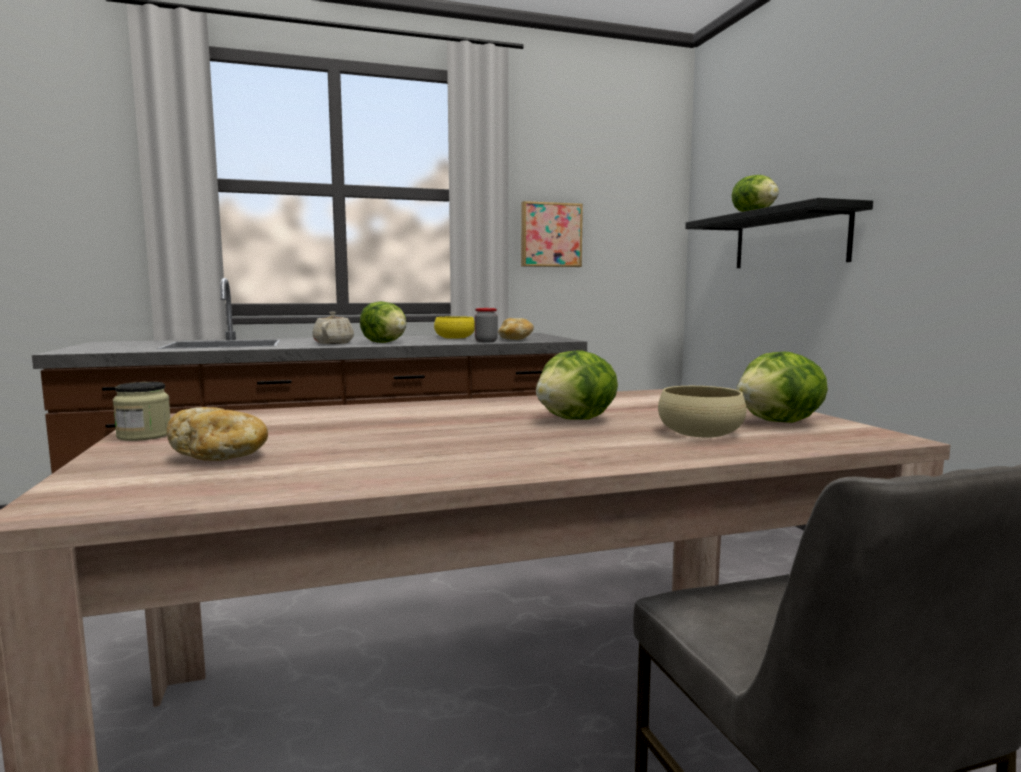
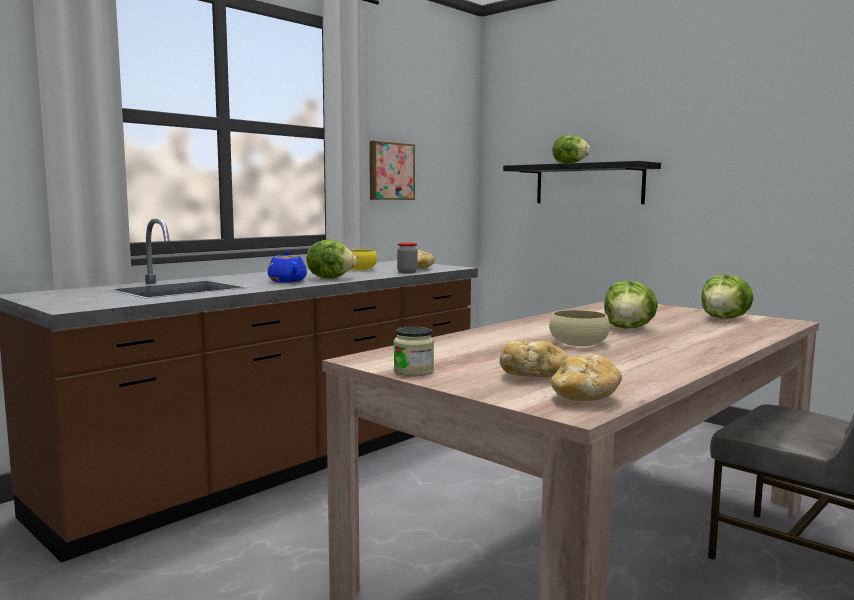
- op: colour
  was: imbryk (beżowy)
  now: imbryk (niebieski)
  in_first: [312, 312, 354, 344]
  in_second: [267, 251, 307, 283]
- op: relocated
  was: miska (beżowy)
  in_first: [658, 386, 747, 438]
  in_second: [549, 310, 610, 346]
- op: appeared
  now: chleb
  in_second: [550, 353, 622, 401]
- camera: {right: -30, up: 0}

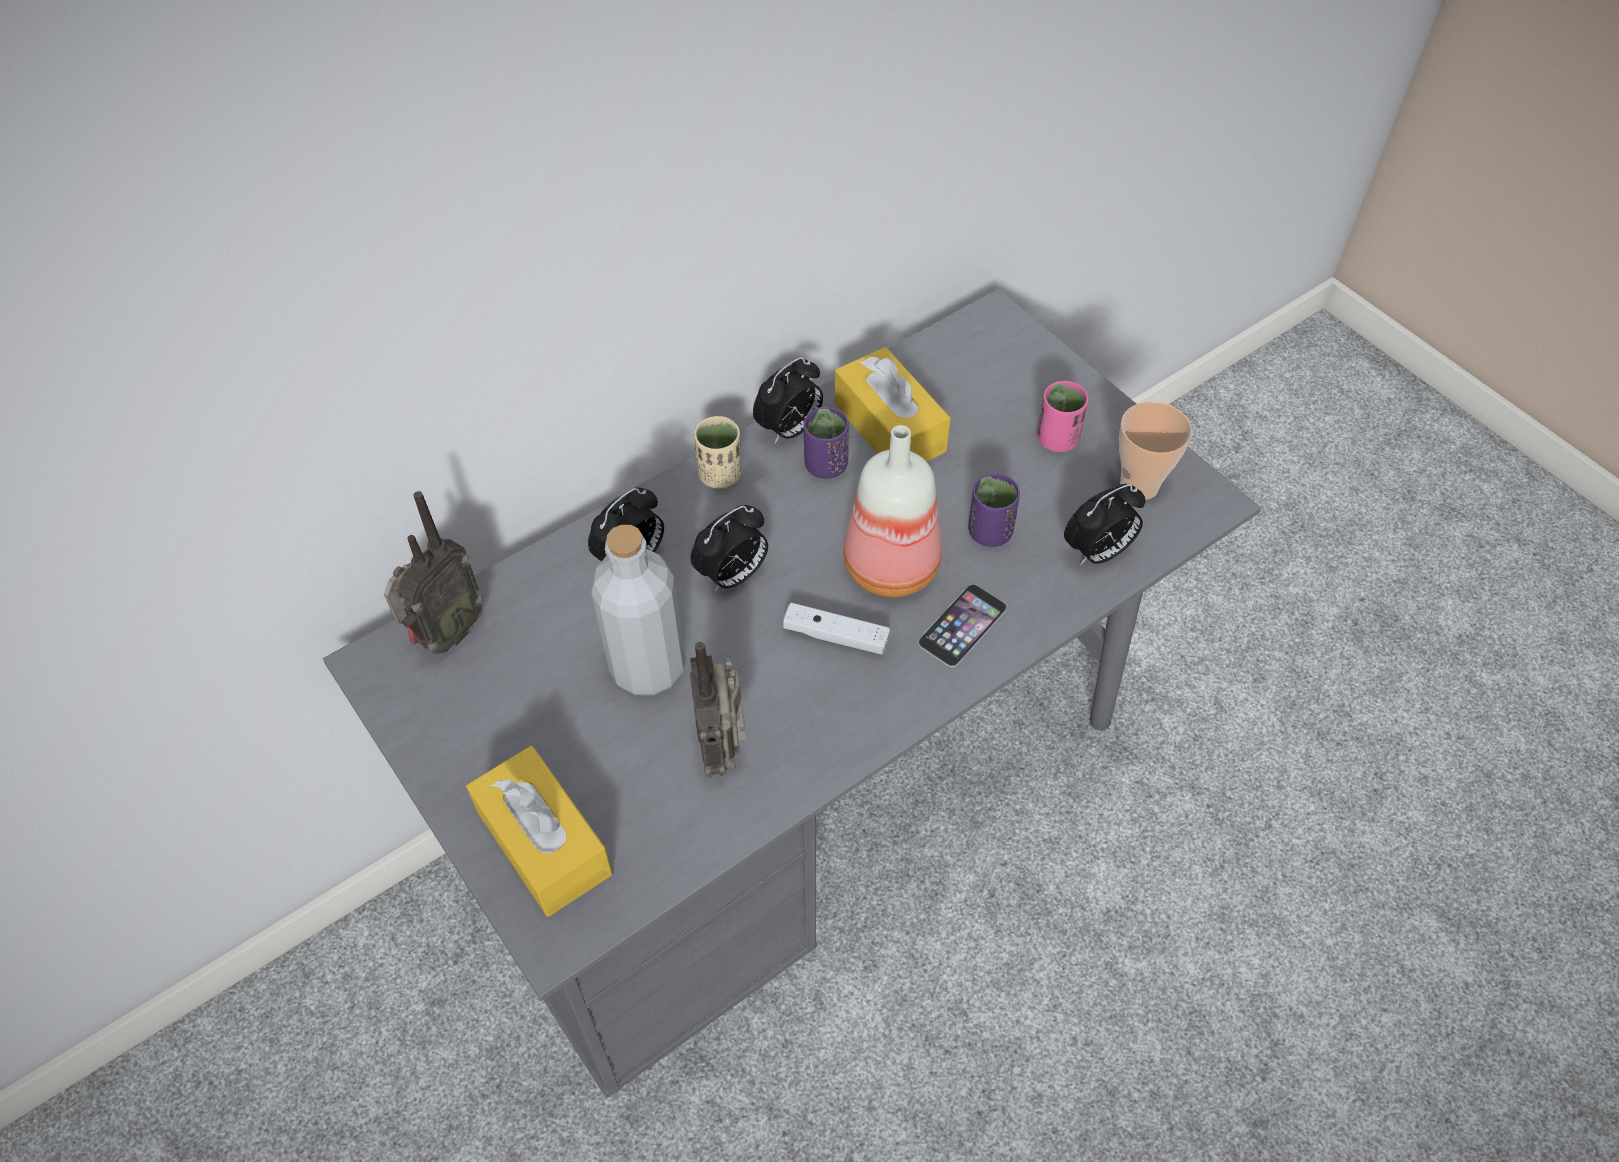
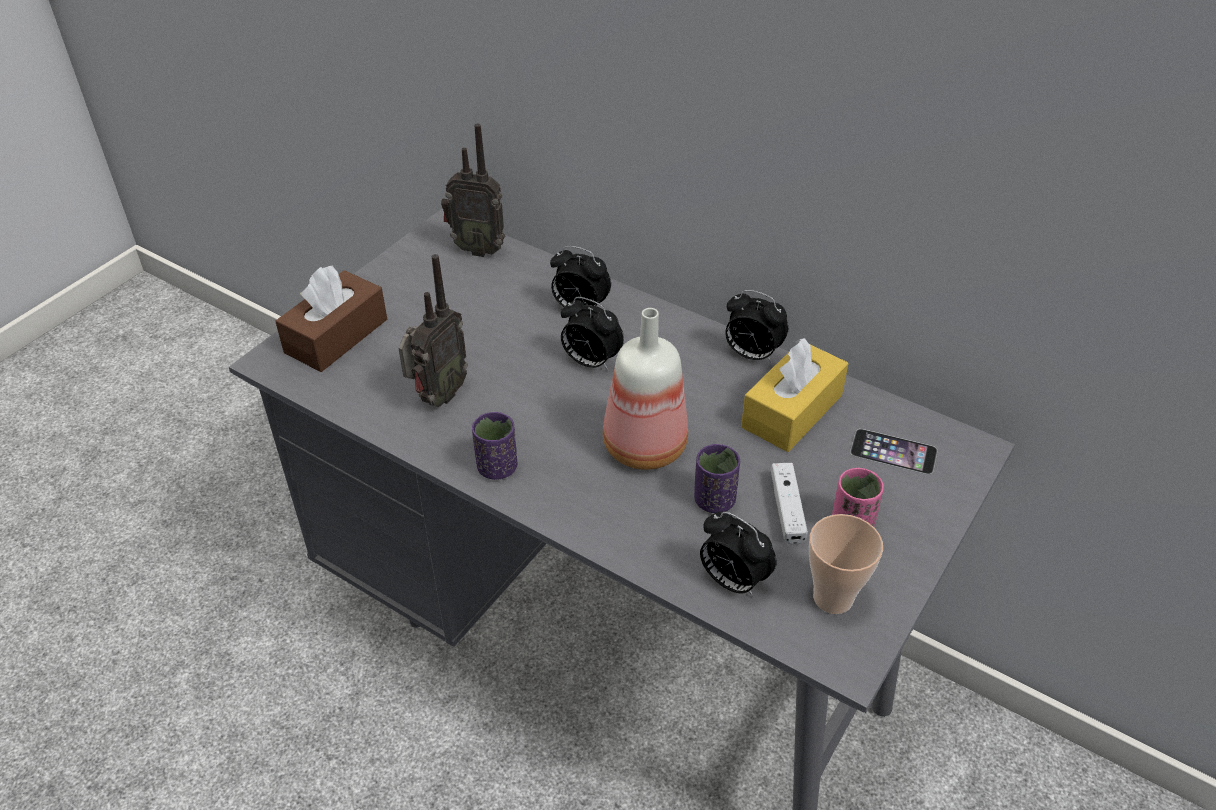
- op: relocated
  was: filiżanka (fioletowy)
  in_first: [803, 407, 849, 479]
  in_second: [472, 412, 517, 480]
- op: missing
  was: filiżanka (beżowy)
  in_first: [694, 416, 741, 489]
- op: missing
  was: butelka (szary)
  in_first: [591, 525, 685, 695]
- op: relocated
  was: telefon
  in_first: [918, 584, 1007, 667]
  in_second: [850, 429, 937, 475]
- op: relocated
  was: pad do gier (biały)
  in_first: [783, 603, 890, 655]
  in_second: [771, 463, 808, 544]
- op: spun
  was: radio
  in_first: [690, 642, 747, 778]
  in_second: [399, 254, 468, 407]
  clockwise: 150
- op: colour
  was: pudełko chusteczek (żółty)
  now: pudełko chusteczek (brązowy)
  in_first: [466, 746, 612, 917]
  in_second: [275, 266, 387, 372]
- camera: {right: 70, up: -10}

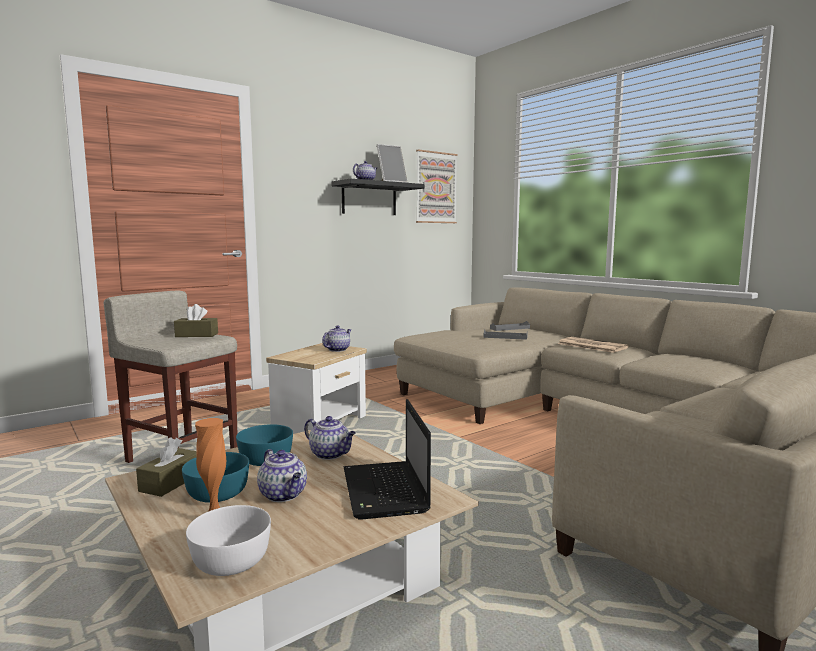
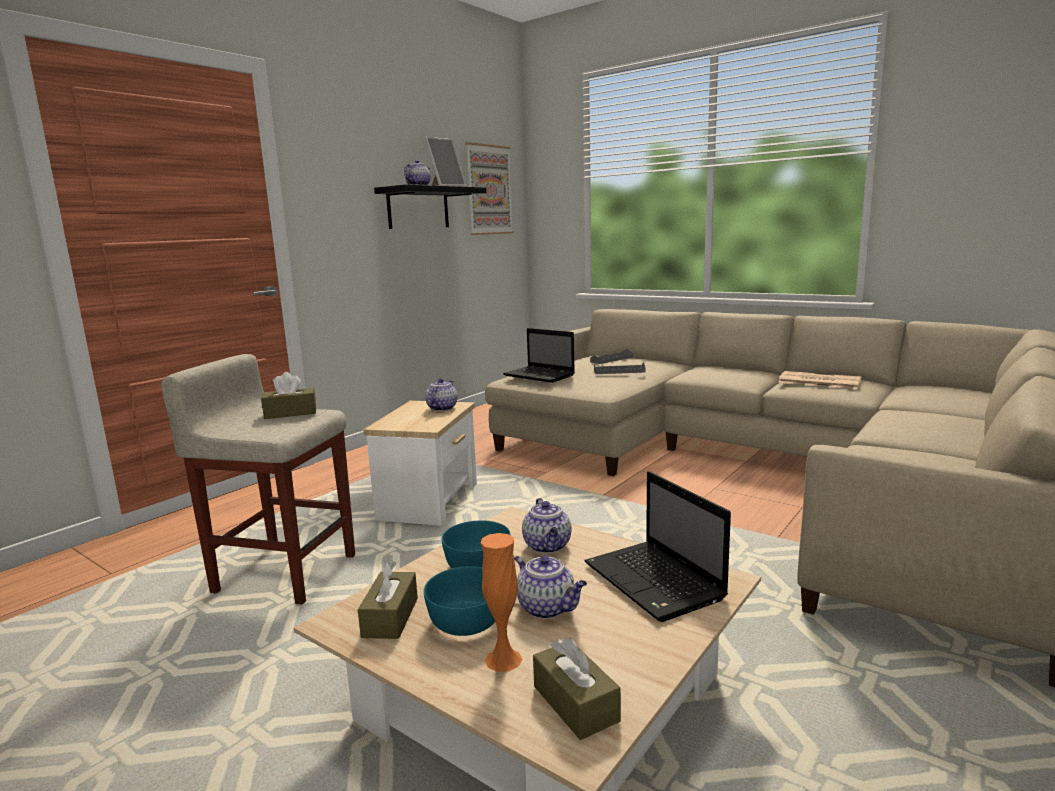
- op: relocated
  was: gazeta
  in_first: [558, 337, 629, 353]
  in_second: [778, 371, 861, 389]
- op: spun
  was: imbryk
  in_first: [304, 416, 356, 460]
  in_second: [522, 498, 572, 553]
  clockwise: 60
- op: exchanged
  was: miska (biały)
  now: pudełko chusteczek (brązowy)
  in_first: [186, 505, 271, 576]
  in_second: [533, 637, 621, 740]
- op: appeared
  now: laptop
  in_second: [503, 328, 575, 383]
- camera: {right: -15, up: 5}

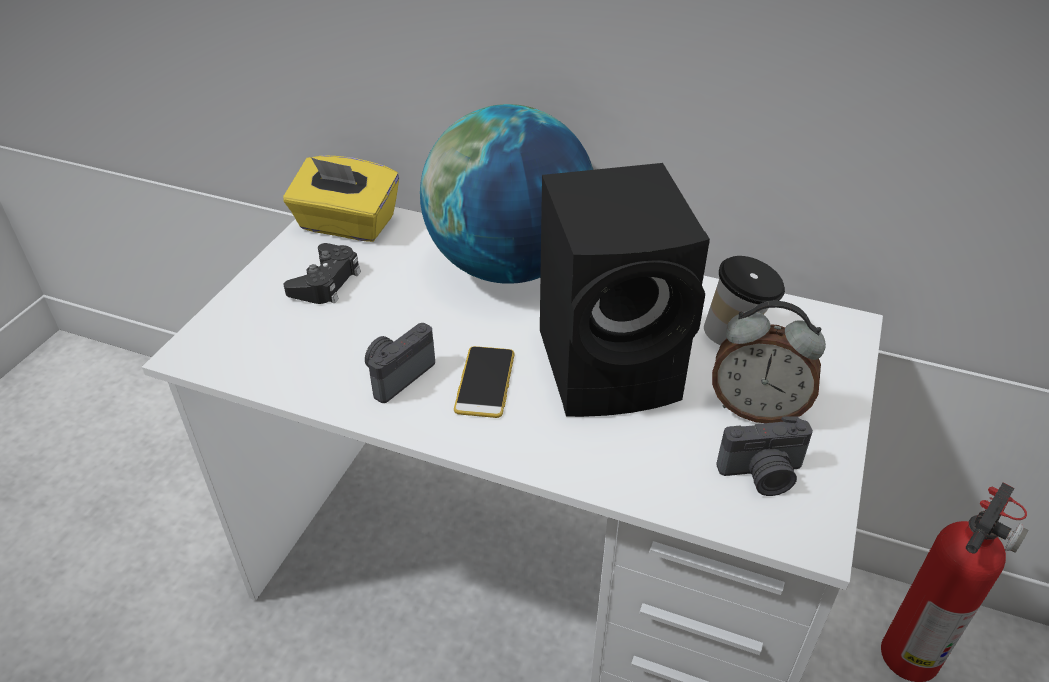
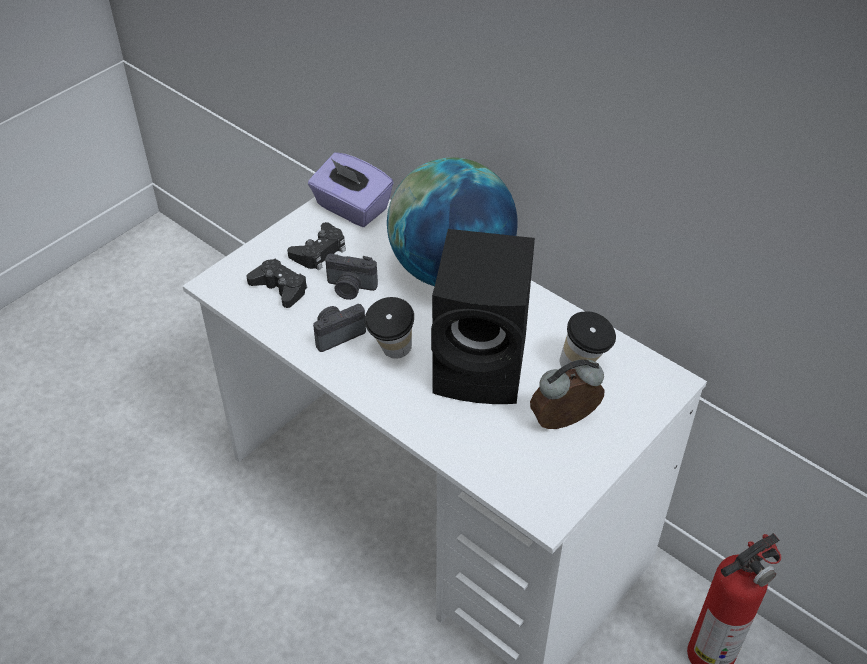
- op: colour
  was: pudełko chusteczek (żółty)
  now: pudełko chusteczek (fioletowy)
  in_first: [283, 155, 399, 242]
  in_second: [308, 152, 394, 227]
- op: spun
  was: budzik
  in_first: [712, 301, 826, 423]
  in_second: [530, 359, 604, 429]
  clockwise: 120
- op: exchanged
  was: telefon
  now: filiżanka
  in_first: [454, 346, 515, 418]
  in_second: [365, 297, 414, 359]
- op: relocated
  was: aparat fotograficzny
  in_first: [716, 416, 813, 496]
  in_second: [325, 254, 378, 300]
- op: appeared
  now: pad do gier (czarny)
  in_second: [246, 259, 308, 308]
- camera: {right: 20, up: 5}

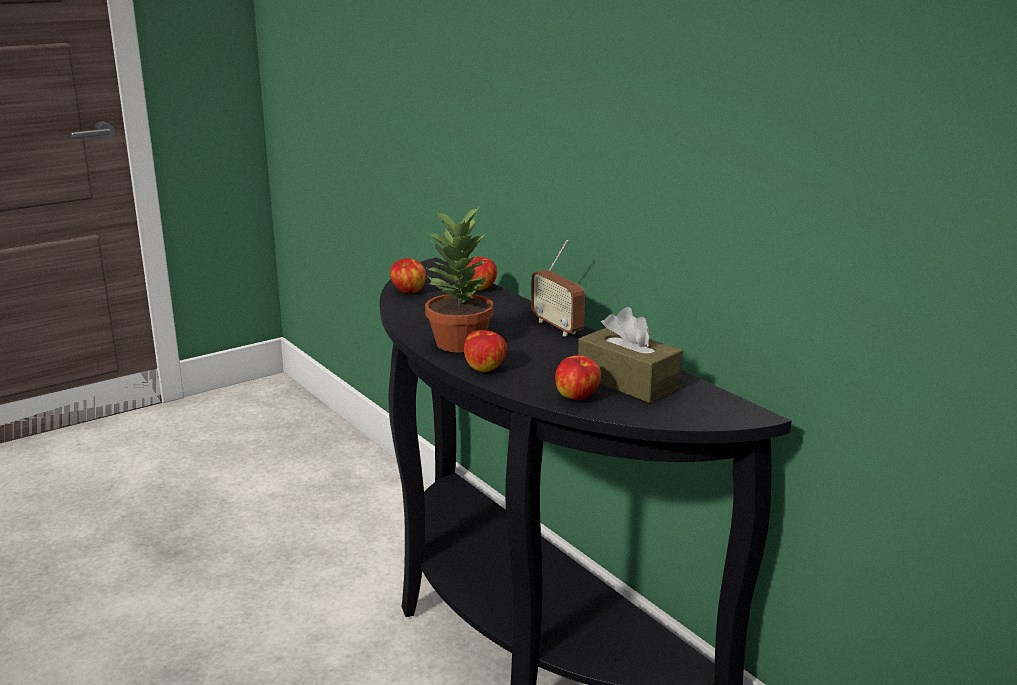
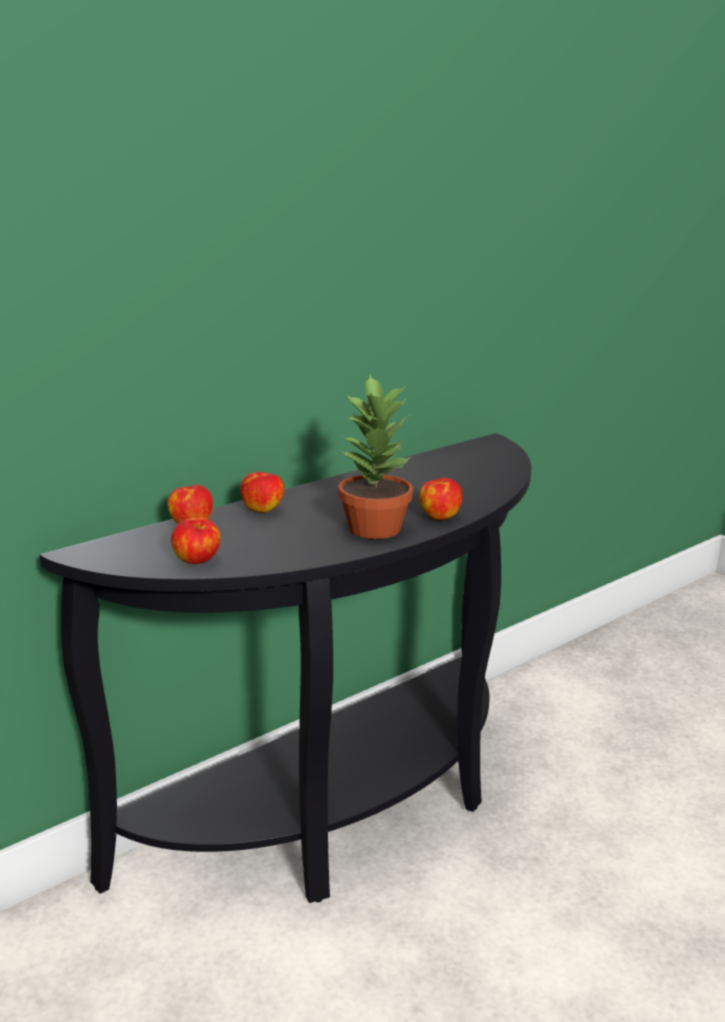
- op: missing
  was: radio
  in_first: [531, 240, 585, 336]
- op: missing
  was: pudełko chusteczek (brązowy)
  in_first: [578, 307, 683, 403]
- op: relocated
  was: jabłko
  in_first: [555, 355, 601, 400]
  in_second: [240, 472, 284, 513]
- camera: {right: -95, up: 0}

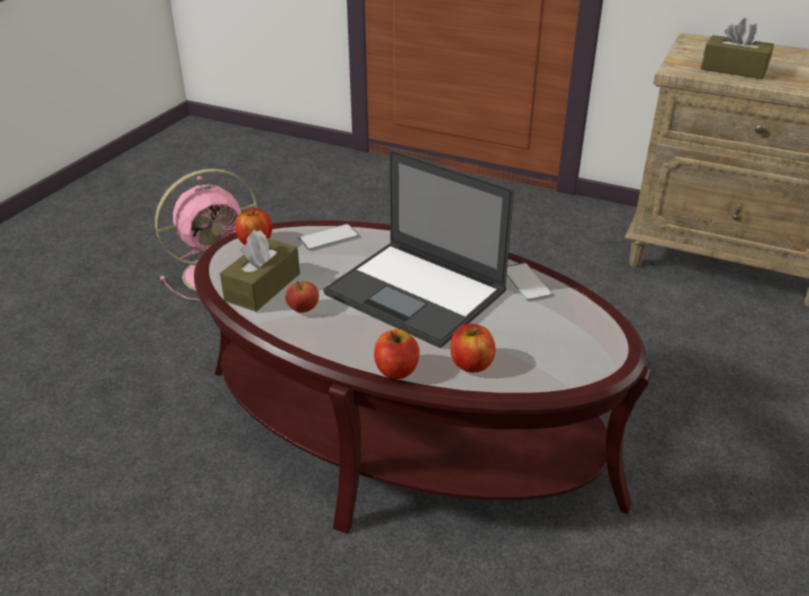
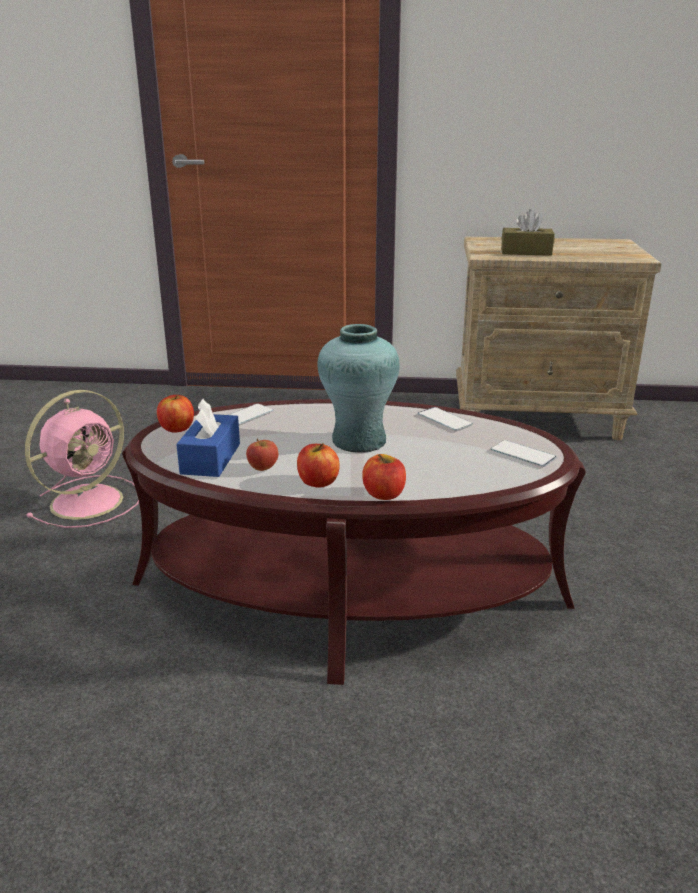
- op: exchanged
  was: laptop
  now: wazon (turkusowy)
  in_first: [323, 149, 514, 348]
  in_second: [317, 324, 400, 453]
- op: colour
  was: pudełko chusteczek (brązowy)
  now: pudełko chusteczek (niebieski)
  in_first: [220, 230, 300, 312]
  in_second: [176, 399, 240, 477]
- op: relocated
  was: jabłko
  in_first: [450, 324, 495, 373]
  in_second: [297, 443, 340, 488]
- op: appeared
  now: telefon
  in_second: [491, 440, 557, 467]
- camera: {right: -20, up: -10}

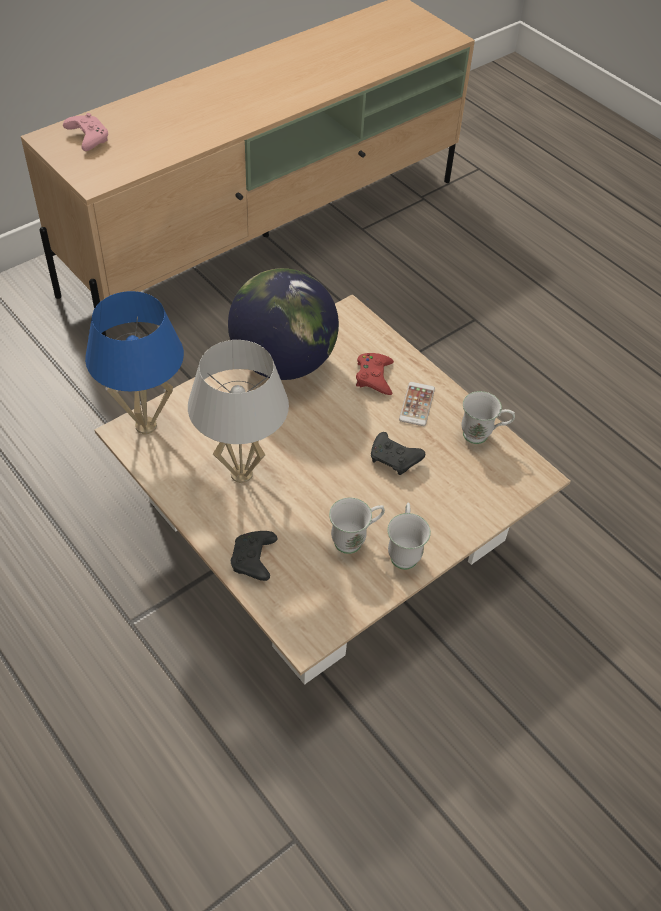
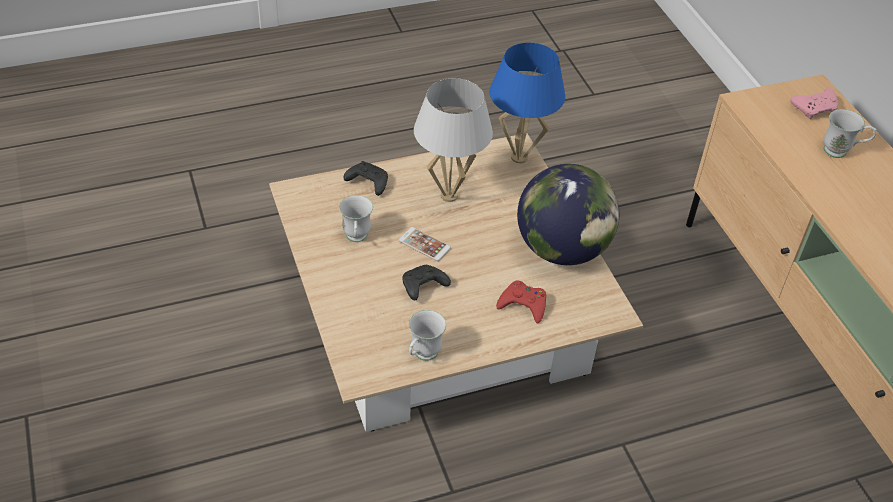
- op: relocated
  was: telefon
  in_first: [399, 382, 435, 426]
  in_second: [399, 227, 451, 261]
- op: relocated
  was: kubek (biały)
  in_first: [387, 503, 431, 570]
  in_second: [824, 109, 877, 158]
- camera: {right: 110, up: -5}

